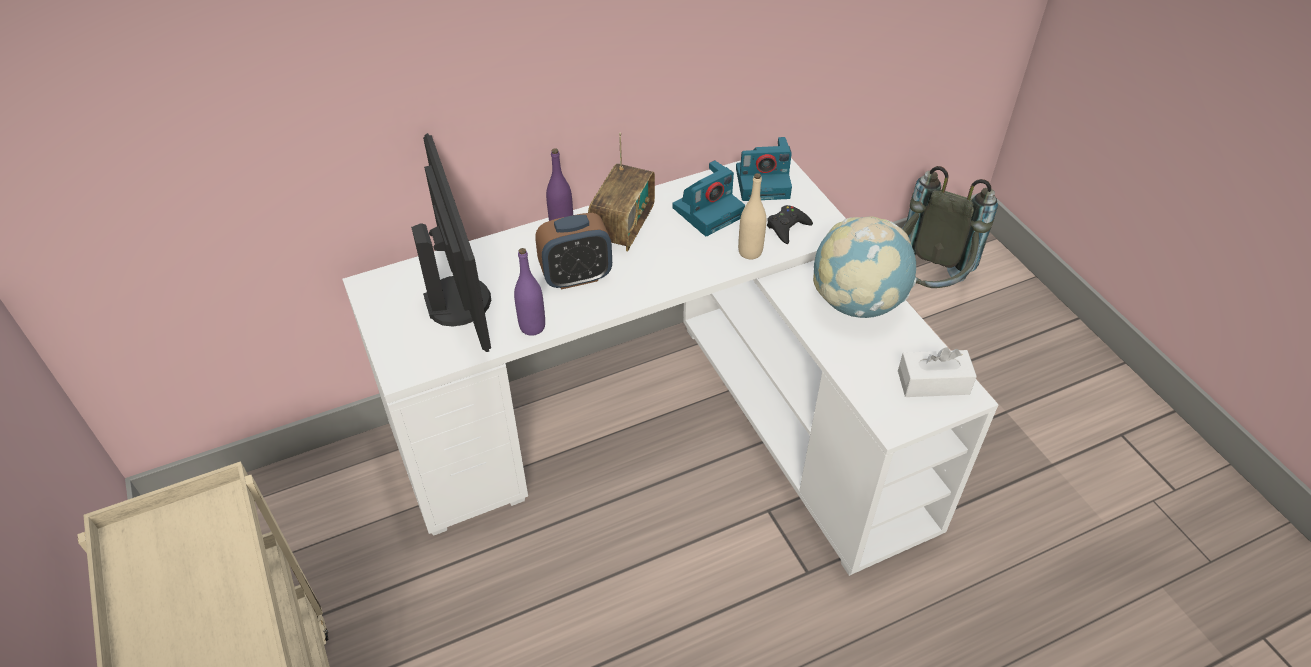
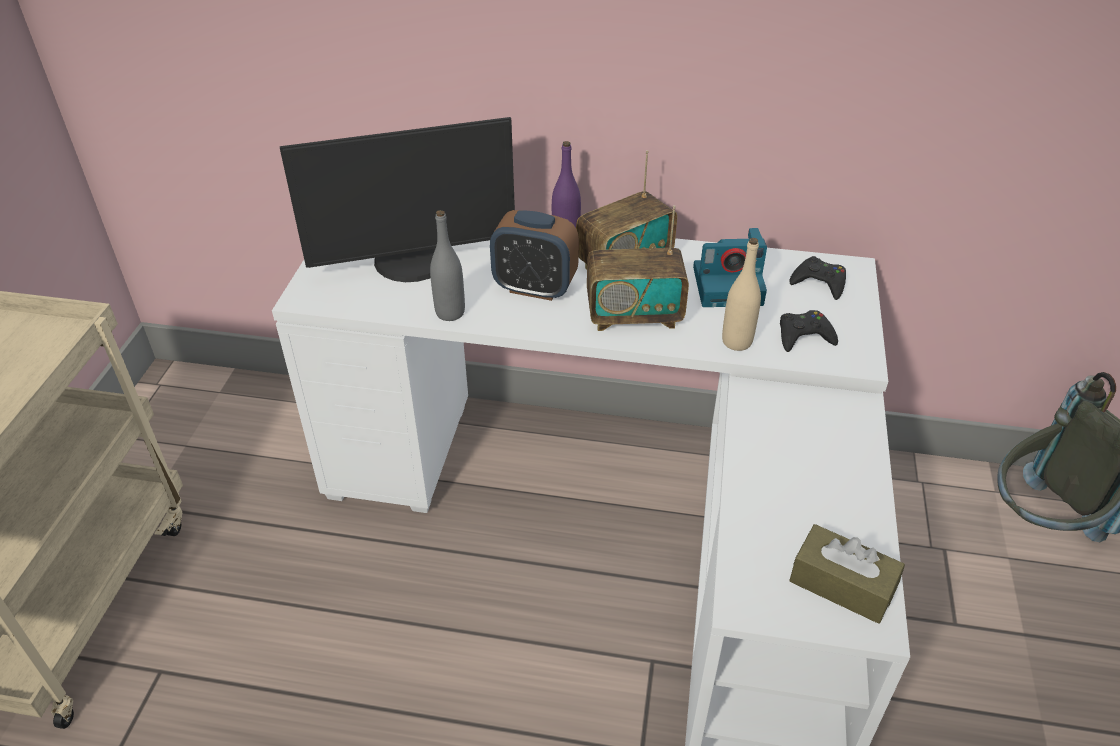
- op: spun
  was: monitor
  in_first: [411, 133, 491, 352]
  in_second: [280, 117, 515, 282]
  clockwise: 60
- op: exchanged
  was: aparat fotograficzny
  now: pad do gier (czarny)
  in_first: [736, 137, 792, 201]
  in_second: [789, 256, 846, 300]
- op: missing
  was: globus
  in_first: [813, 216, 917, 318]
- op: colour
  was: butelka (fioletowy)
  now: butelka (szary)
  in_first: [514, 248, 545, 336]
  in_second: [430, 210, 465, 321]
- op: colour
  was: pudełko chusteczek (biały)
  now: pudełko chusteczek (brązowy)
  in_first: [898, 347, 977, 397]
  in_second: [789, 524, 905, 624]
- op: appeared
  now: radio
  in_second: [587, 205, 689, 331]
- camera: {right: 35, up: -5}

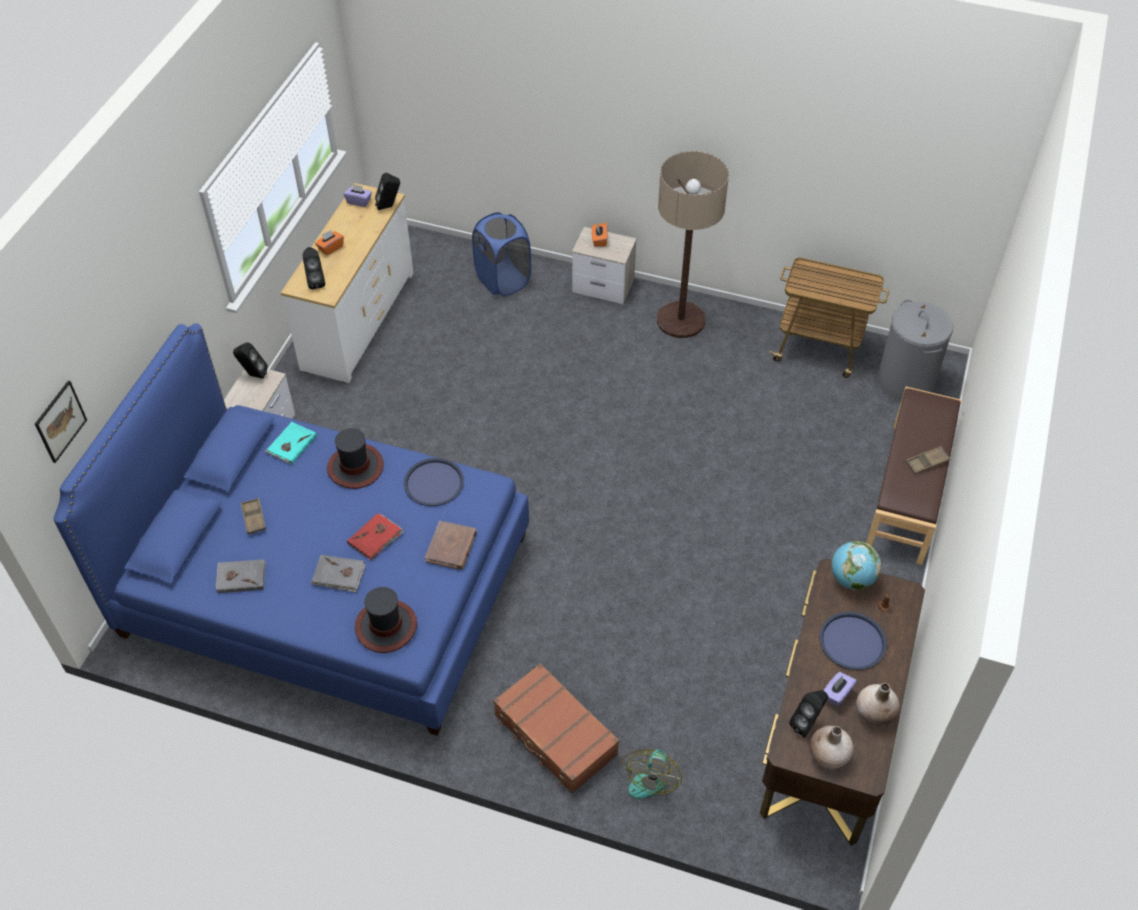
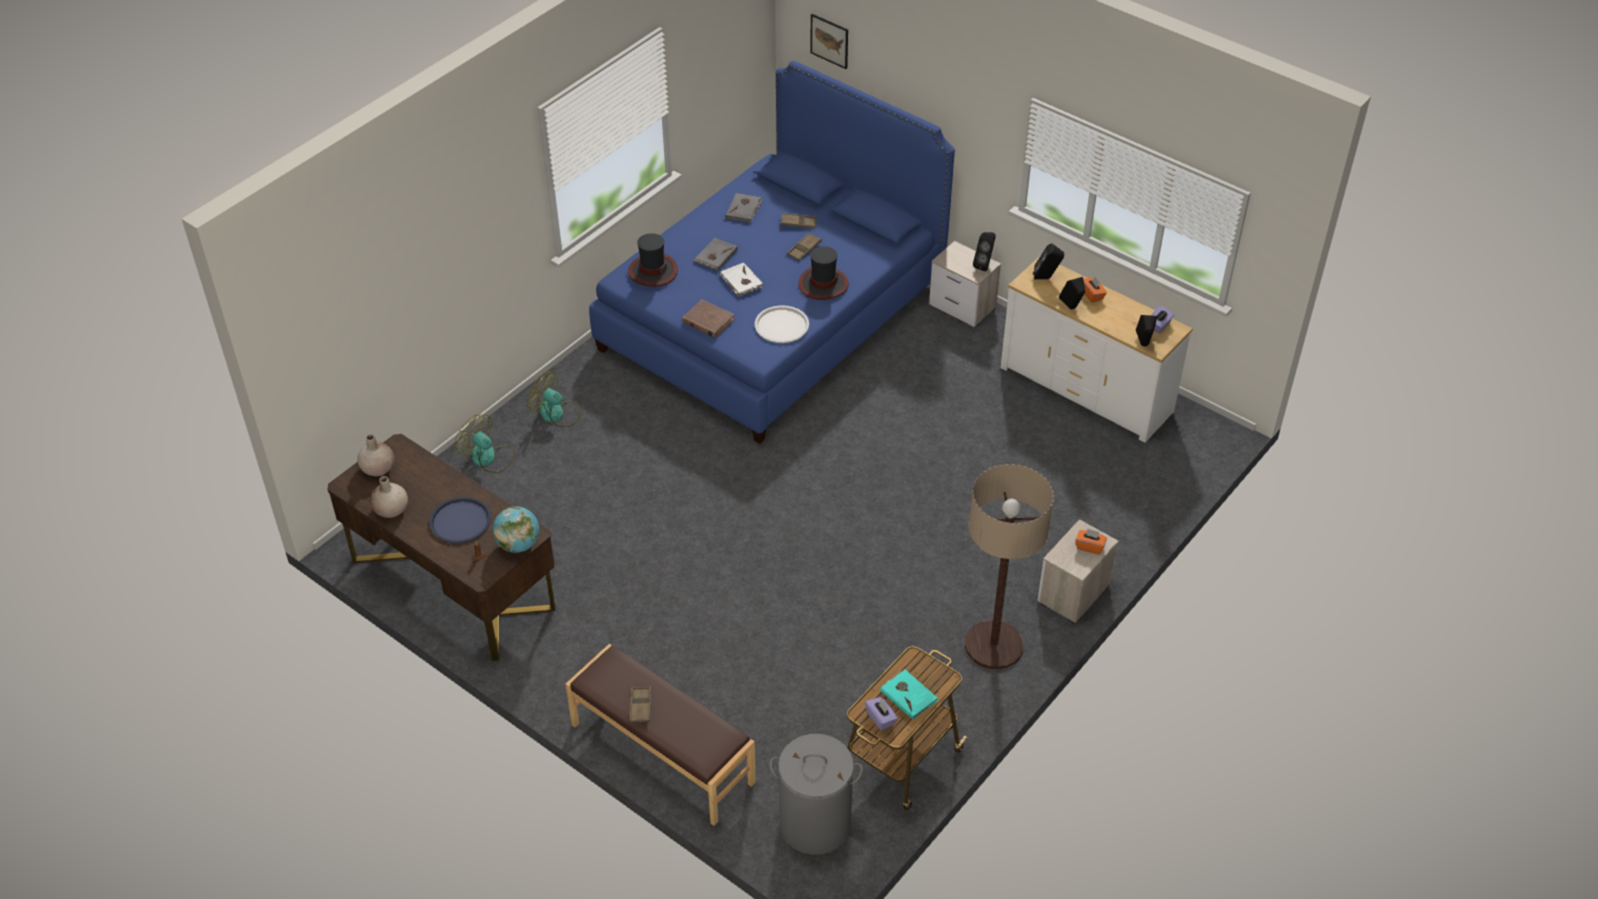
- op: missing
  was: kosz na pranie (niebieski)
  in_first: [472, 212, 531, 296]
- op: relocated
  was: książka (turkusowy)
  in_first: [265, 422, 317, 464]
  in_second: [880, 669, 938, 720]
- op: colour
  was: taca (niebieski)
  now: taca (biały)
  in_first: [404, 458, 464, 506]
  in_second: [755, 305, 809, 343]
- op: colour
  was: książka (czerwony)
  now: książka (biały)
  in_first: [347, 513, 403, 560]
  in_second: [720, 262, 763, 296]
- op: exchanged
  was: walizka (brązowy)
  now: wentylator
  in_first: [493, 663, 619, 794]
  in_second: [527, 371, 582, 427]
- op: relocated
  was: pudełko chusteczek (fioletowy)
  in_first: [824, 672, 857, 707]
  in_second: [865, 697, 898, 731]
- op: relocated
  was: głośnik (czarny)
  in_first: [789, 690, 828, 738]
  in_second: [1059, 277, 1085, 309]
- op: appeared
  now: taca (brązowy)
  in_second: [787, 232, 822, 261]
- camera: {right: 110, up: -5}

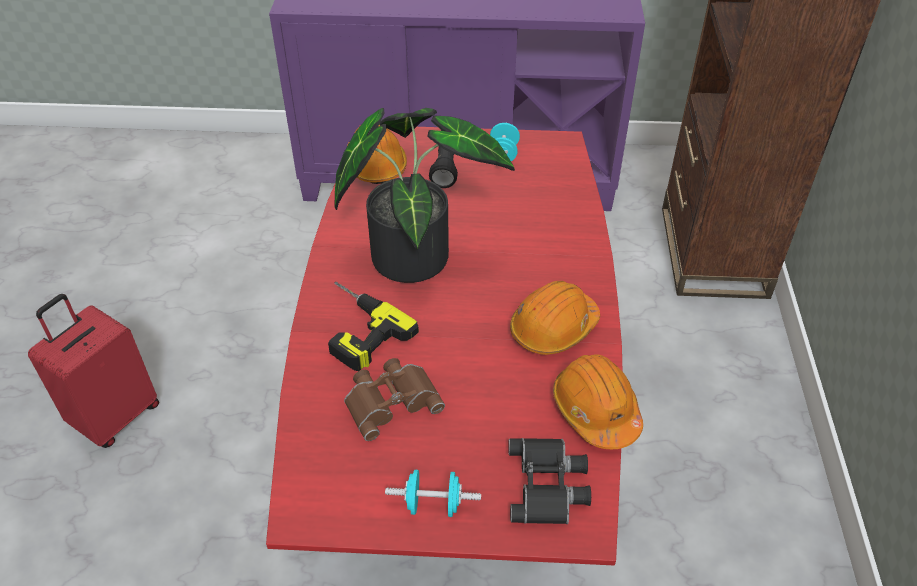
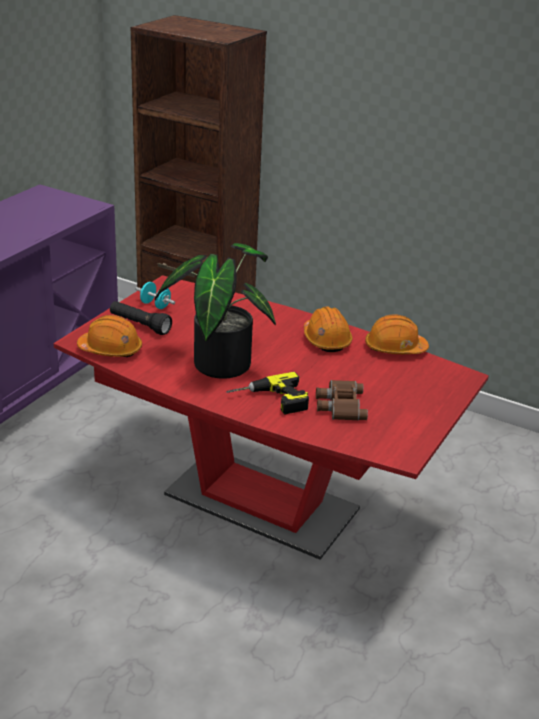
- op: missing
  was: walizka (czerwony)
  in_first: [28, 294, 159, 448]
- op: missing
  was: lornetka (czarny)
  in_first: [508, 438, 591, 524]
- op: missing
  was: hantel (turkusowy)
  in_first: [385, 469, 481, 517]
- camera: {right: -65, up: -15}

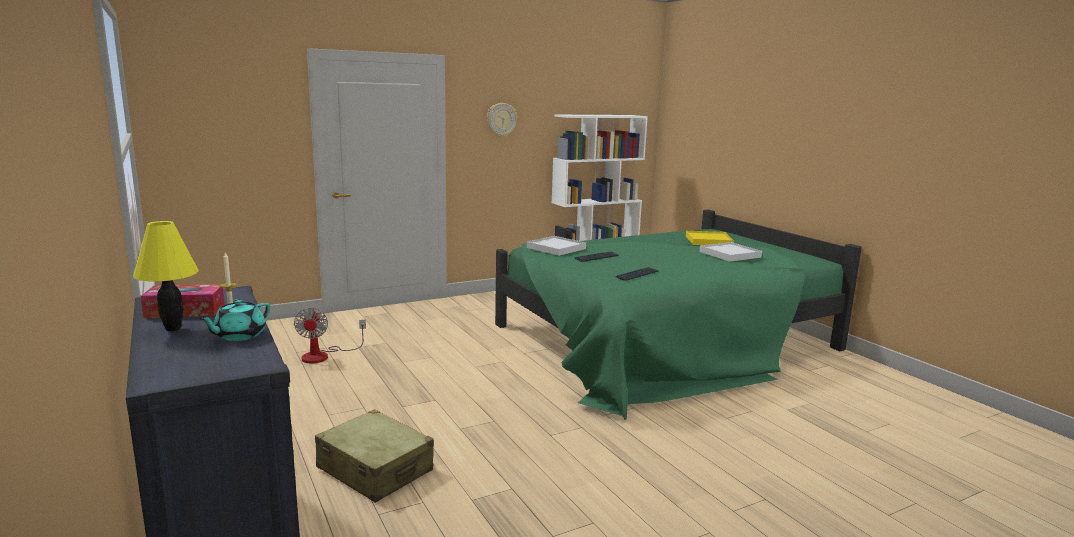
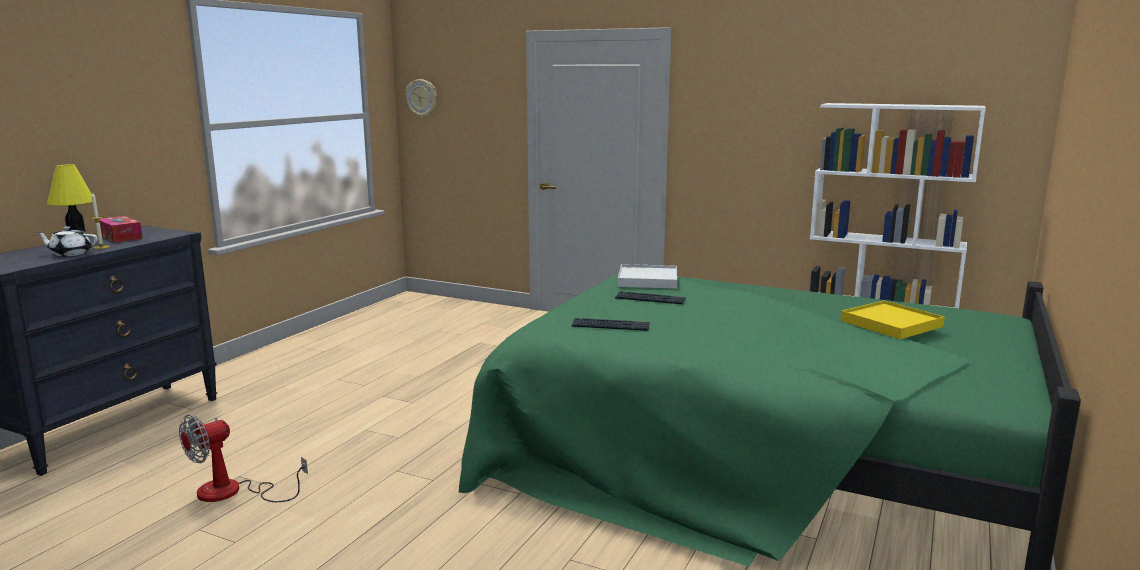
- op: relocated
  was: zegar ścienny
  in_first: [487, 103, 517, 137]
  in_second: [405, 79, 437, 118]
- op: missing
  was: taca (biały)
  in_first: [699, 242, 762, 262]
- op: colour
  was: imbryk (turkusowy)
  now: imbryk (biały)
  in_first: [199, 299, 270, 341]
  in_second: [36, 226, 97, 256]
- op: relocated
  was: wentylator
  in_first: [294, 308, 366, 363]
  in_second: [179, 414, 308, 502]
- op: missing
  was: walizka (beżowy)
  in_first: [315, 409, 434, 503]
- camera: {right: 55, up: 0}

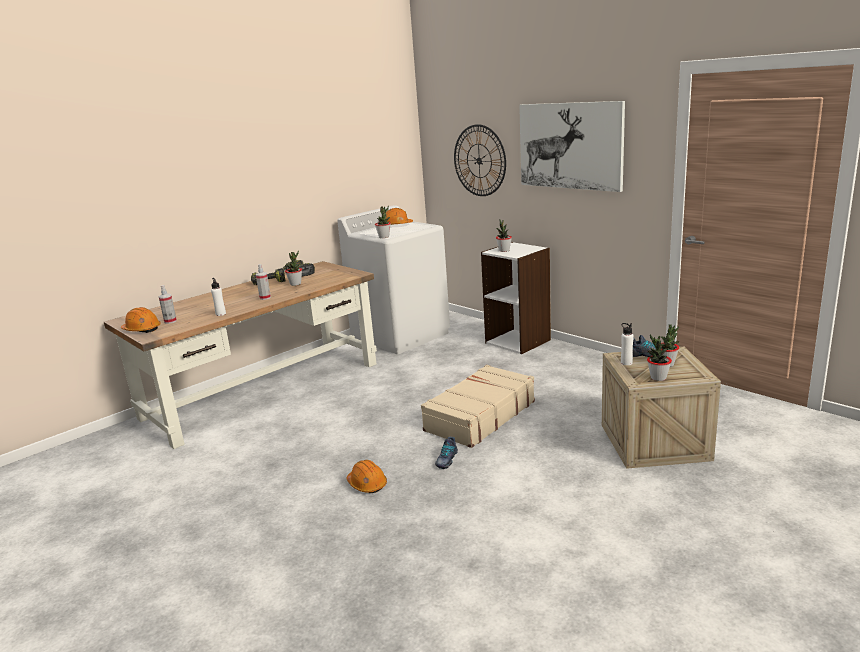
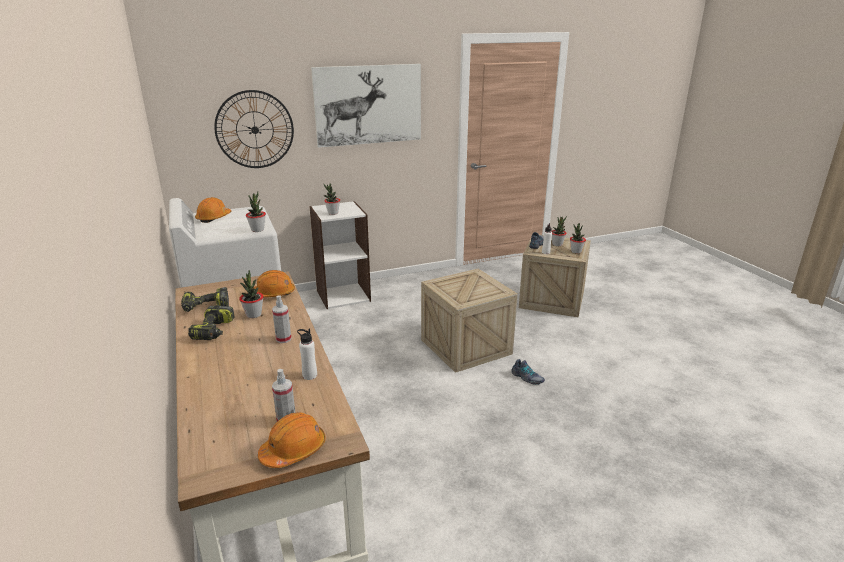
- op: exchanged
  was: walizka (beżowy)
  now: skrzynka
  in_first: [421, 365, 535, 448]
  in_second: [421, 269, 518, 373]
- op: relocated
  was: kask (pomarańczowy)
  in_first: [347, 460, 387, 493]
  in_second: [253, 270, 295, 298]
- camera: {right: -70, up: 5}

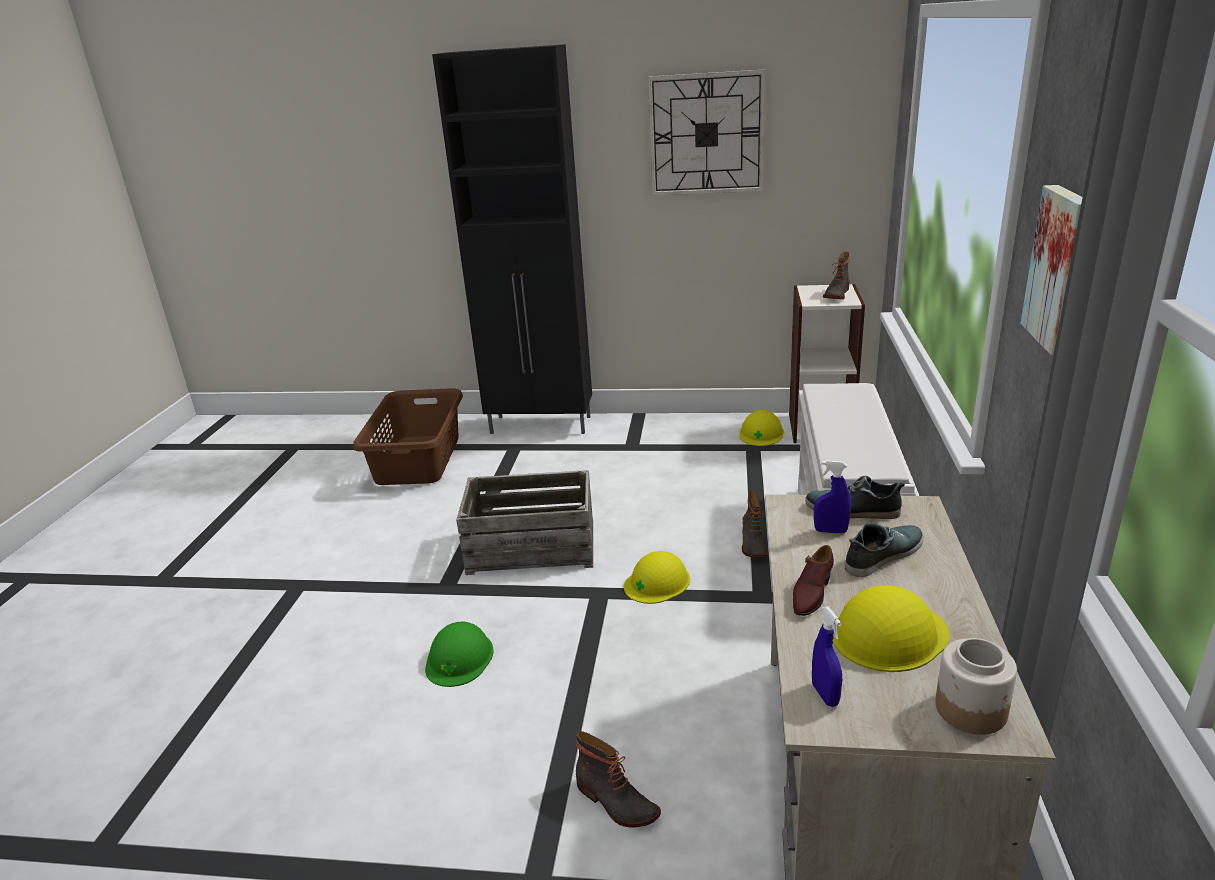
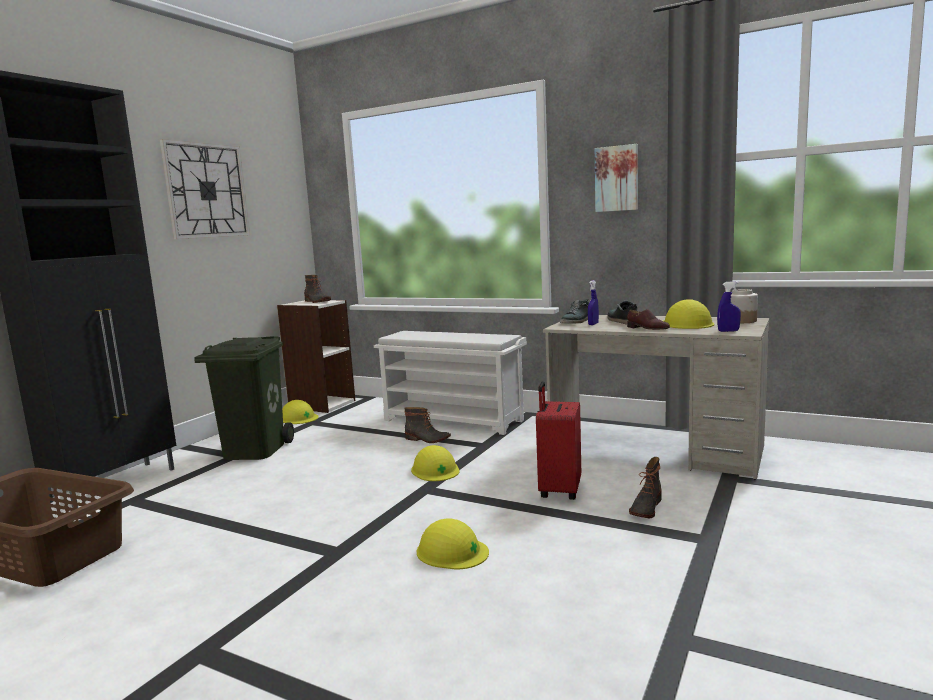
- op: missing
  was: skrzynka
  in_first: [456, 470, 593, 575]
- op: colour
  was: kask (zielony)
  now: kask (żółty)
  in_first: [425, 621, 494, 687]
  in_second: [417, 518, 489, 569]
- op: spun
  was: but z cholewką
  in_first: [576, 731, 661, 828]
  in_second: [629, 457, 661, 518]
  clockwise: 150
- op: appeared
  now: kosz na śmieci (zielony)
  in_second: [194, 336, 294, 460]
- op: appeared
  now: walizka (czerwony)
  in_second: [536, 381, 581, 500]
- camera: {right: -70, up: -15}

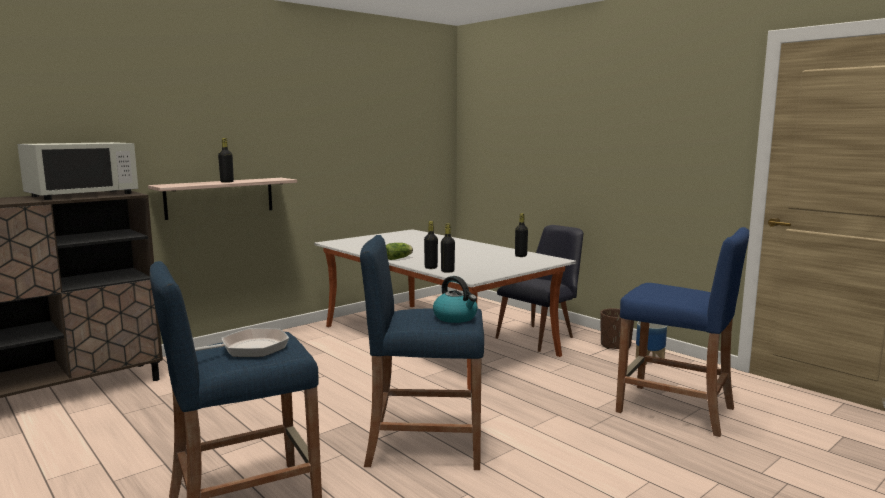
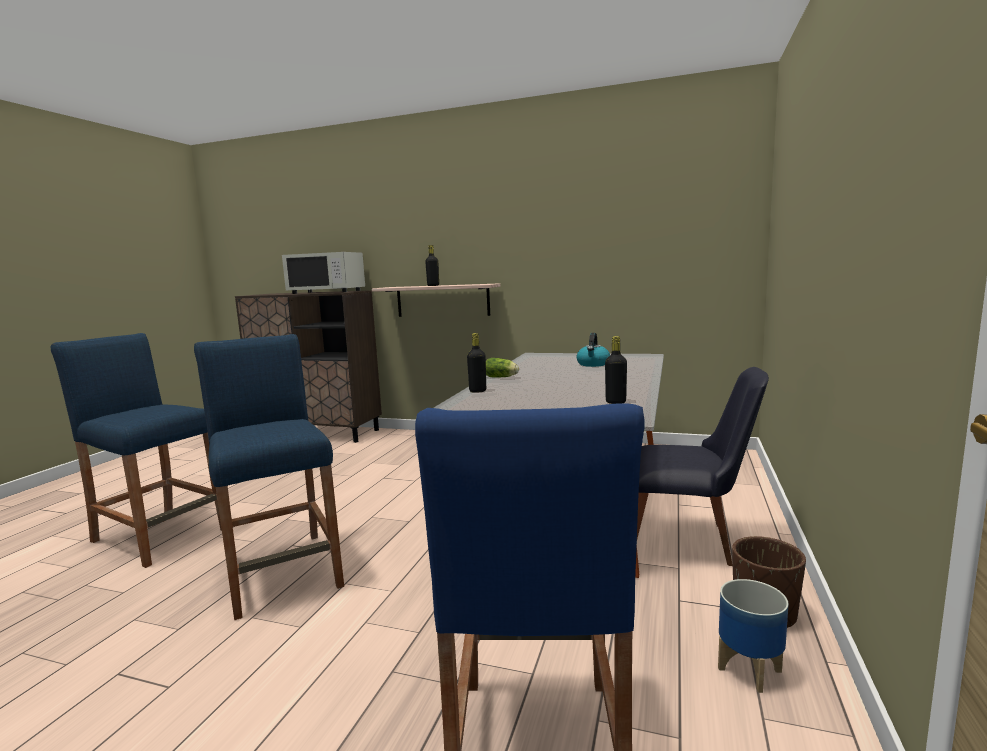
- op: missing
  was: butelka (czarny)
  in_first: [441, 224, 455, 273]
- op: relocated
  was: czajnik
  in_first: [433, 276, 478, 323]
  in_second: [577, 333, 610, 367]
- op: missing
  was: patelnia
  in_first: [195, 328, 289, 357]
- camera: {right: 60, up: 0}

